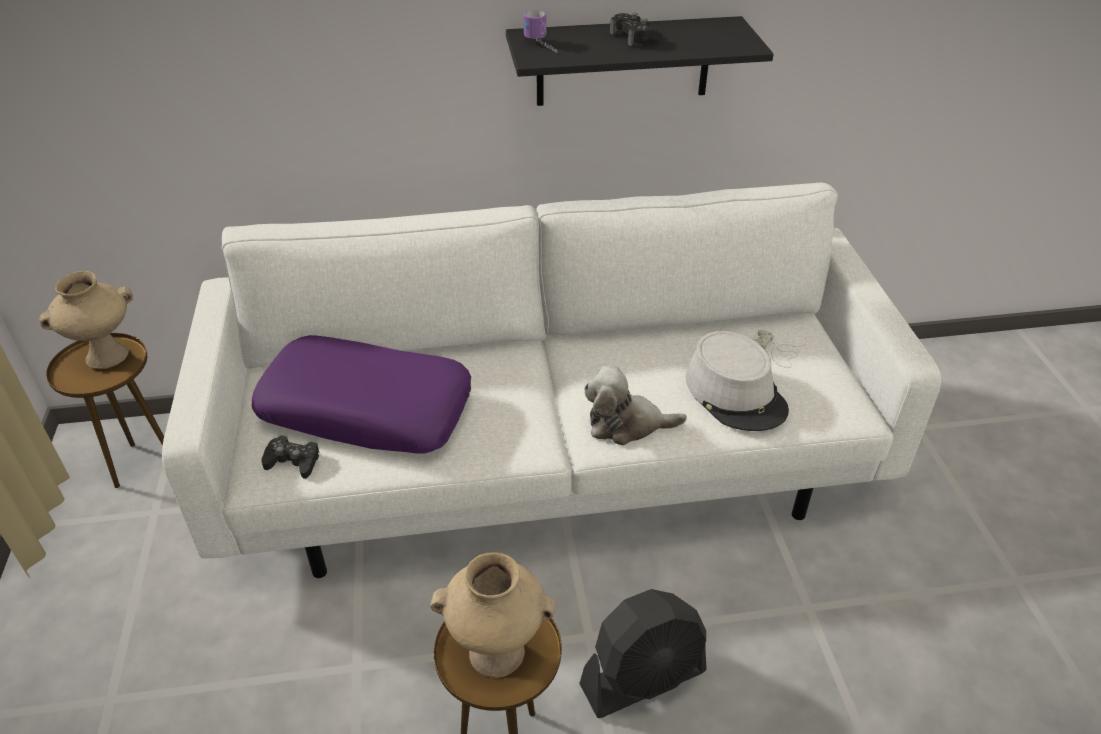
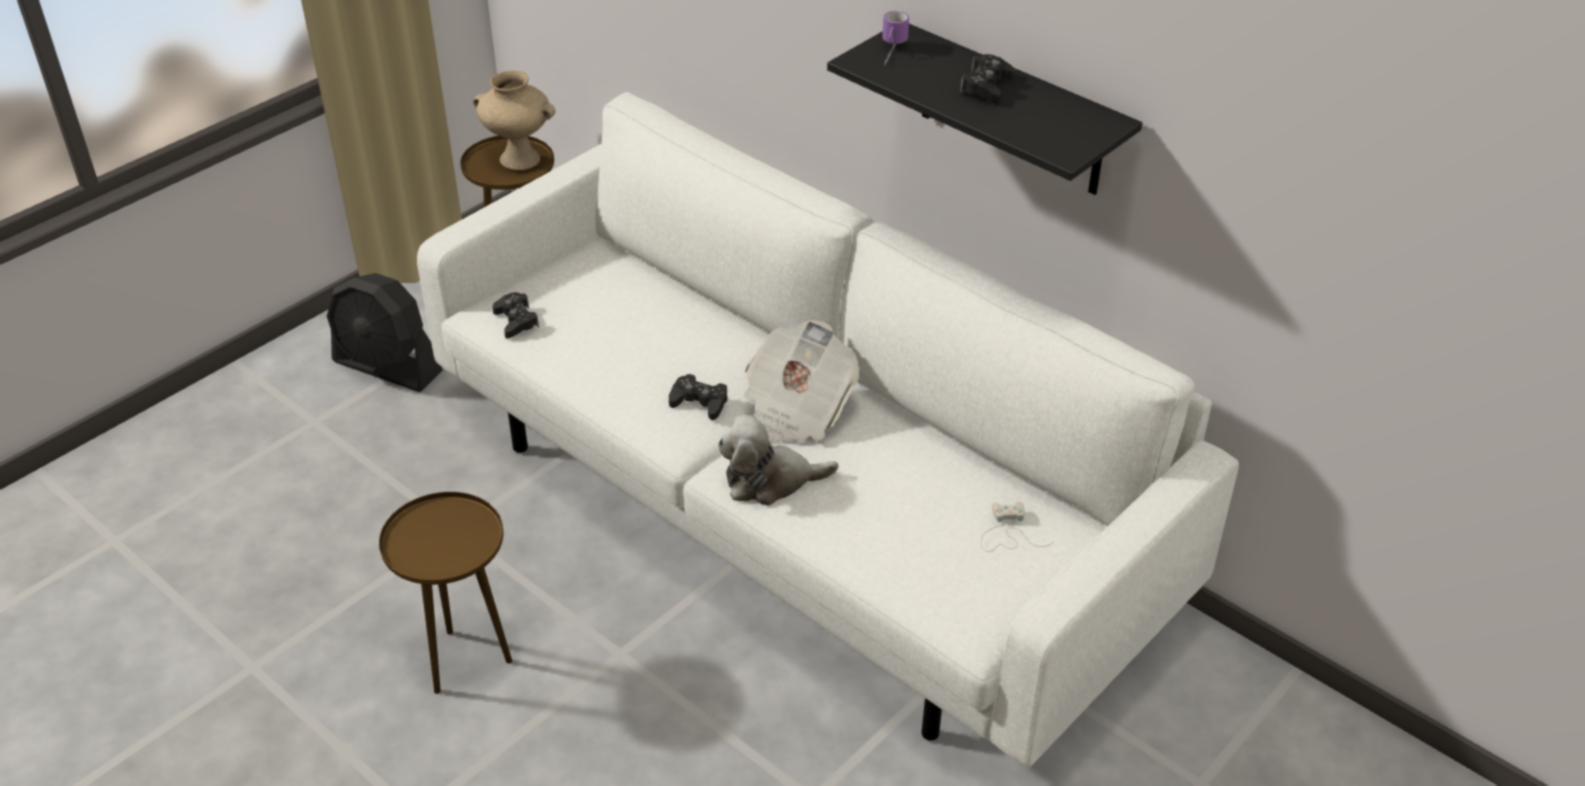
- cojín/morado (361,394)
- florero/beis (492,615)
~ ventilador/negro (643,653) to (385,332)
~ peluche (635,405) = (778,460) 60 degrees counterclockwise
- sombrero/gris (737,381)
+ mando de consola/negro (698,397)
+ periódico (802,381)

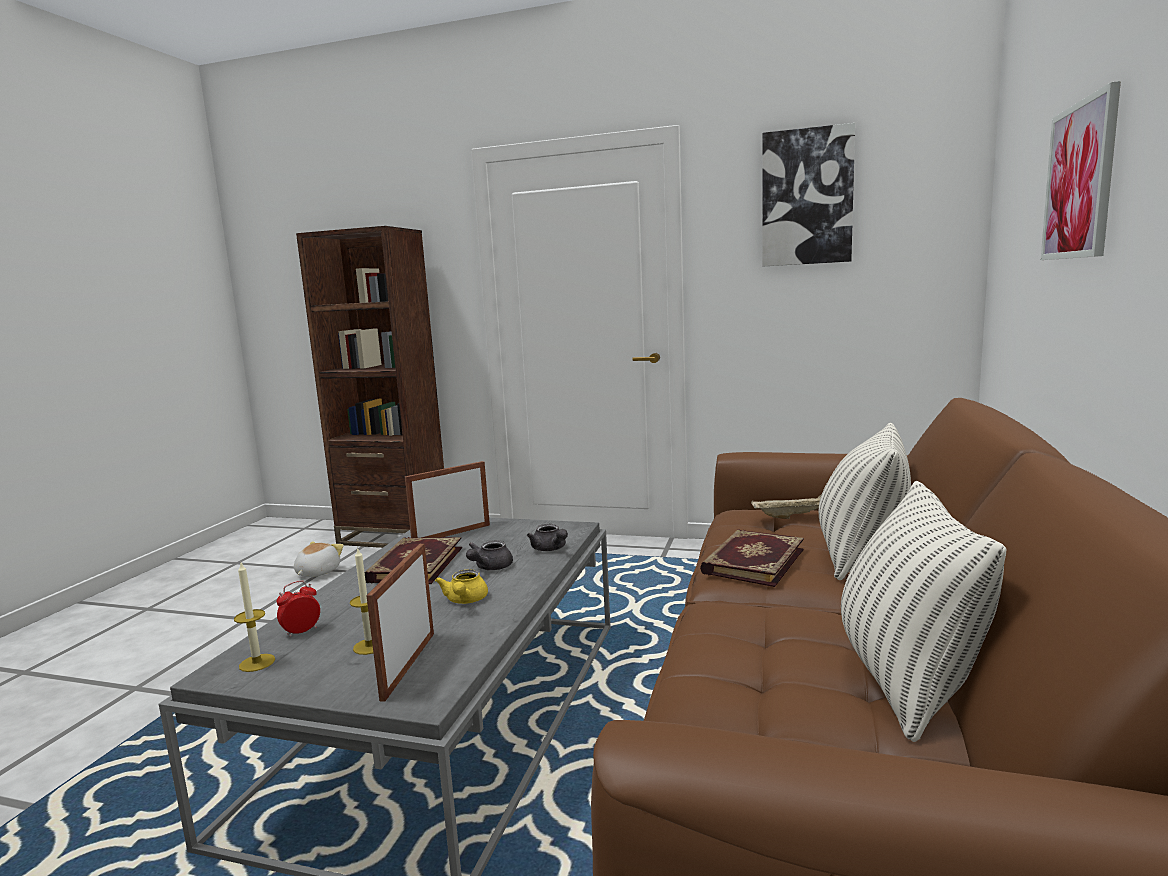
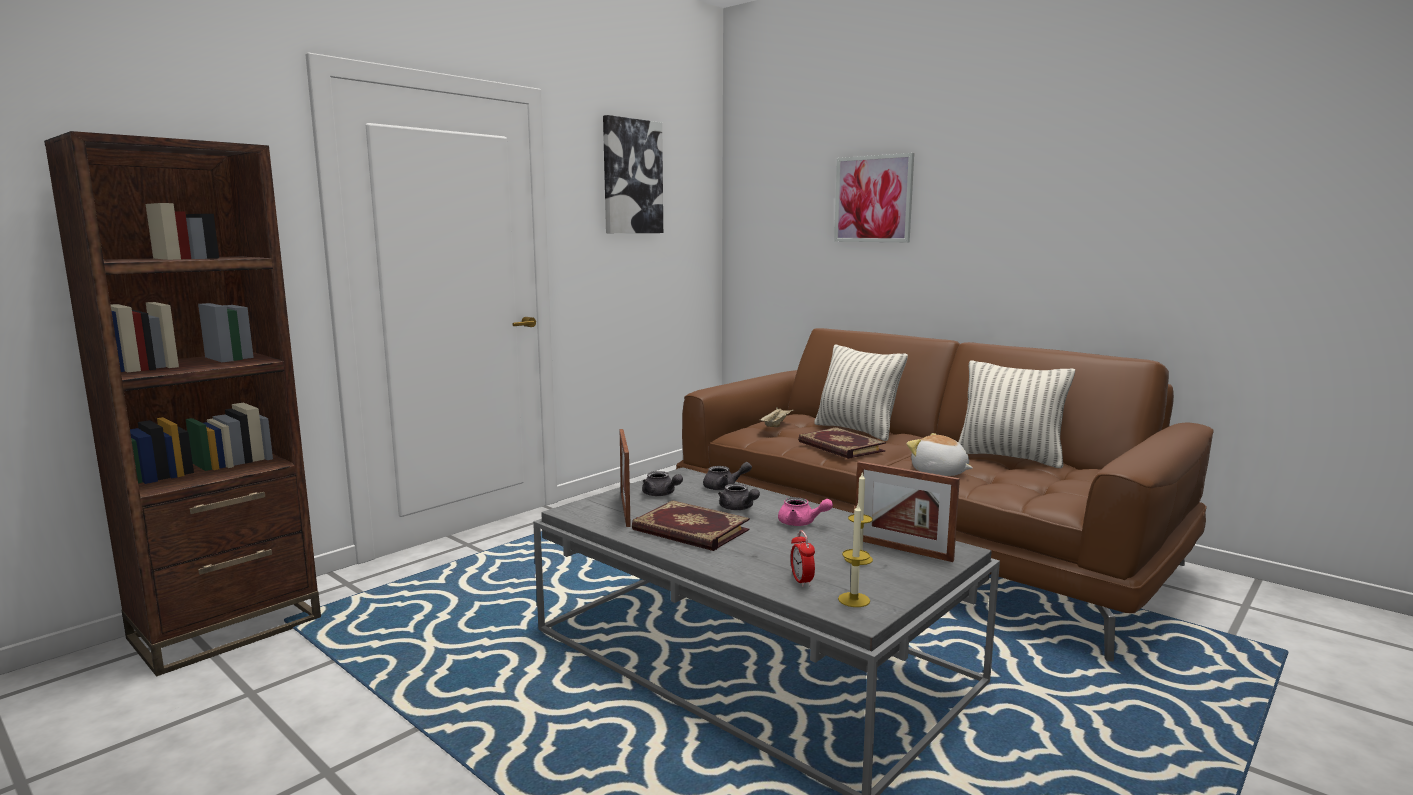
~ peluche (319,559) to (940,454)
~ tetera/amarillo (461,586) to tetera/rosa (805,511)
+ tetera/gris (662,483)

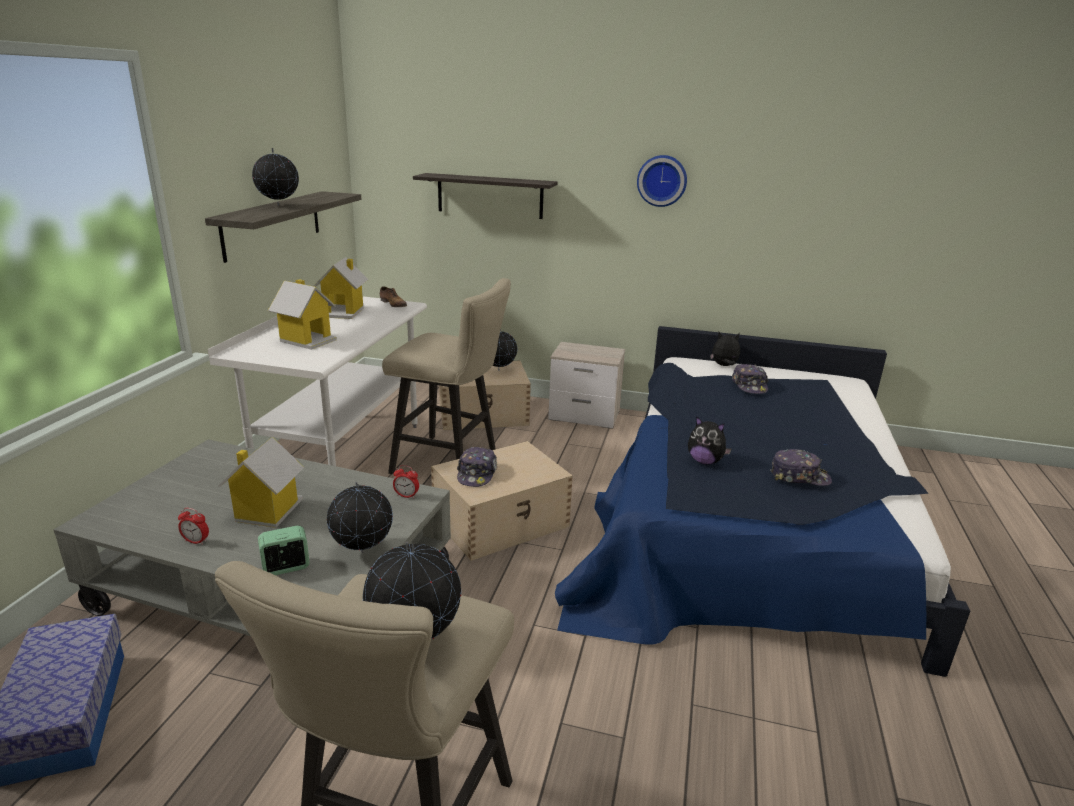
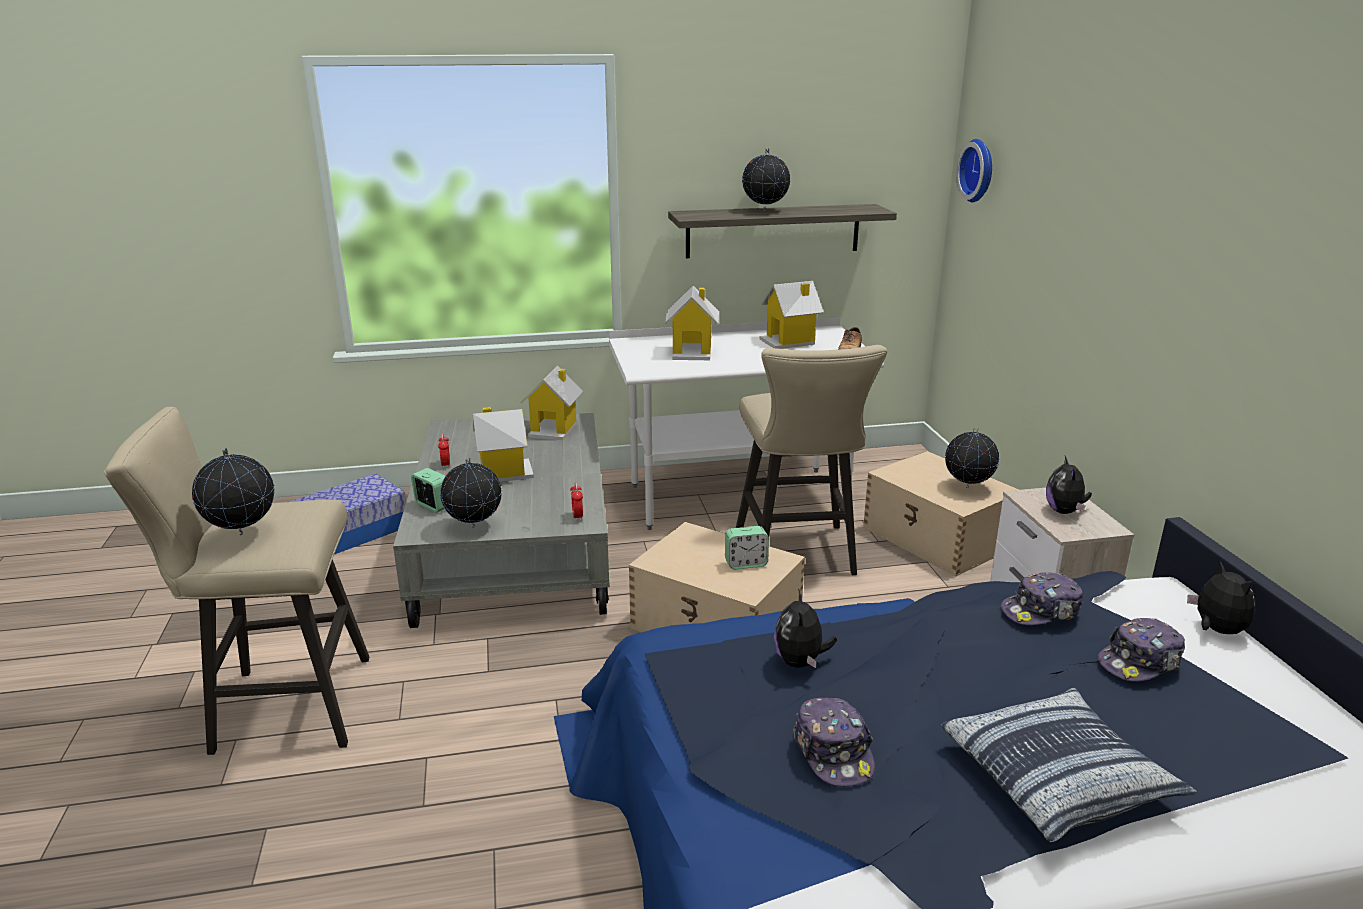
- estante (485,196)
~ gorra (477,467) to (1042,598)
~ reloj de pared (662,181) to (974,170)
+ casita (551,403)
+ despertador (747,547)
+ cojín (1069,765)
+ peluche (1069,485)

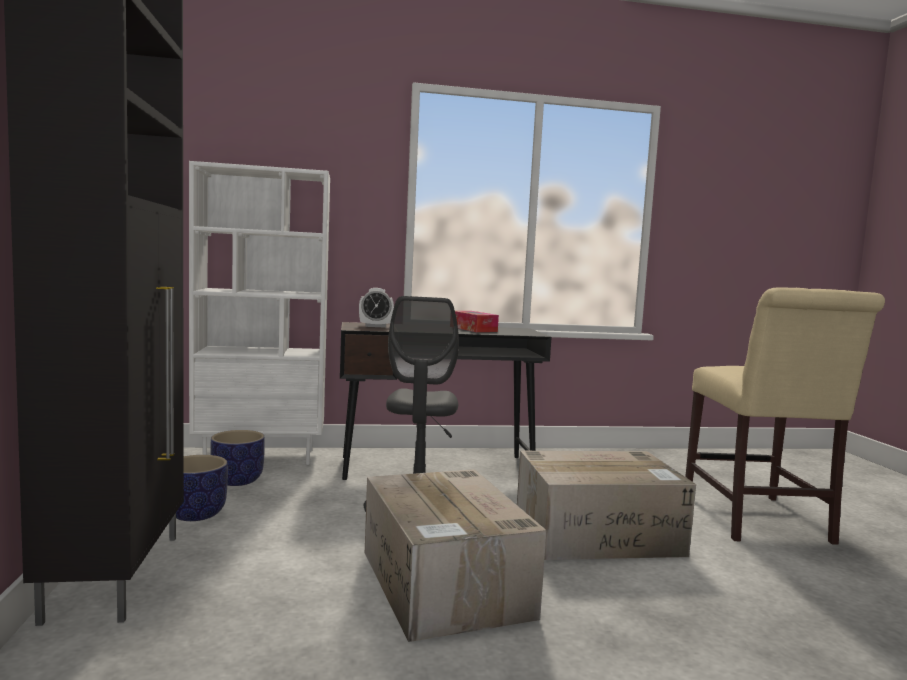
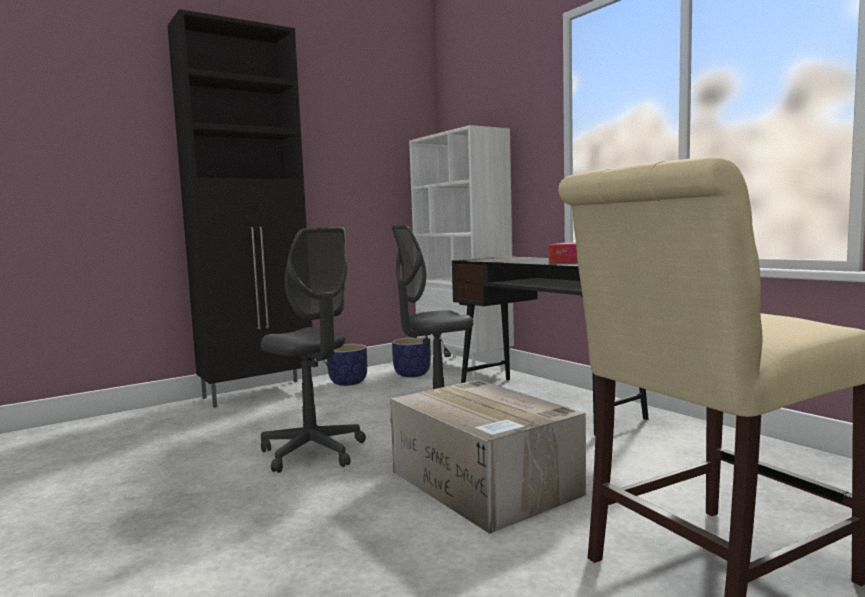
- despertador (376,308)
~ caja de cartón (455,555) to silla de oficina/gris (313,350)

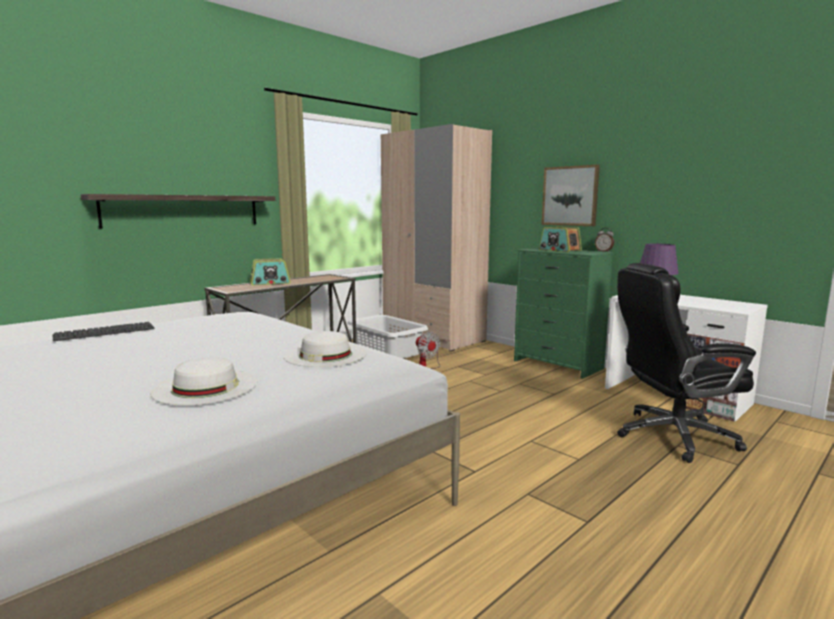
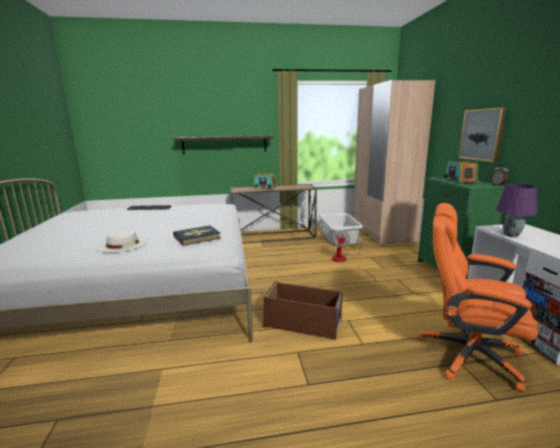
~ sombrero/blanco (325,349) to libro (197,235)
~ silla de oficina/negro (686,363) to silla de oficina/naranja (478,297)
+ caja de almacenaje/marrón (302,310)

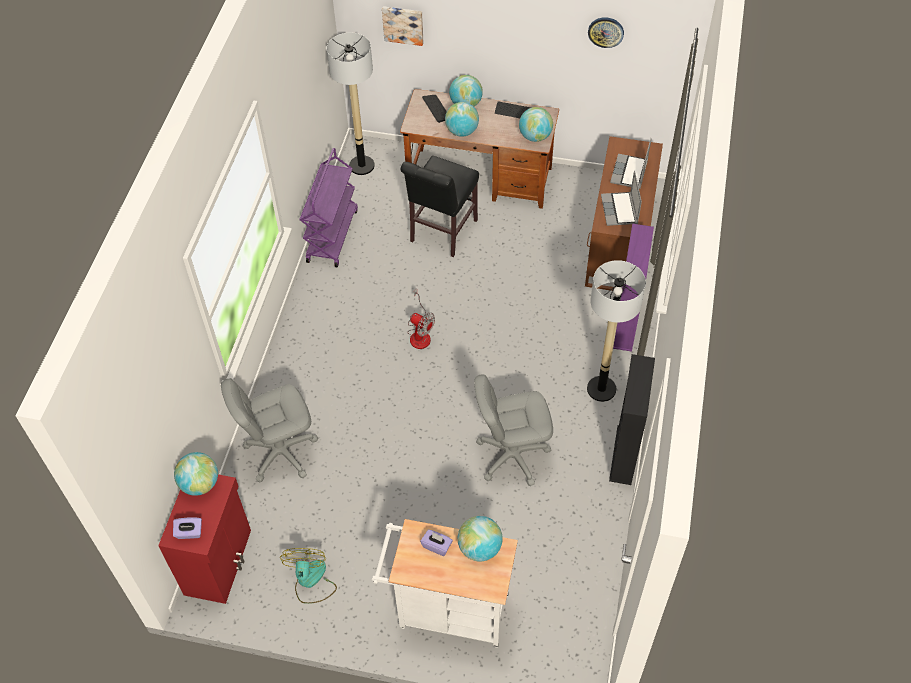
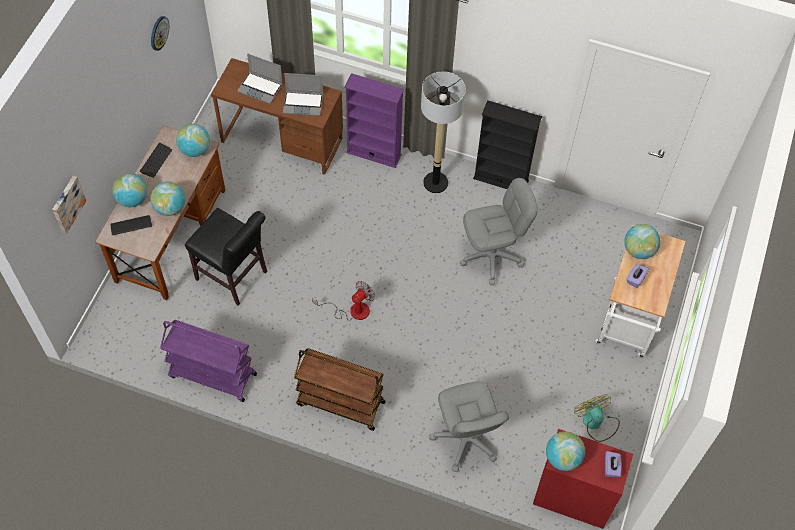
~ ventilador (308,576) = (597,418) 60 degrees clockwise
- lámpara de pie (350,104)
~ silla de oficina/gris (513,430) = (499,231) 105 degrees counterclockwise
+ carrito/marrón (340,389)

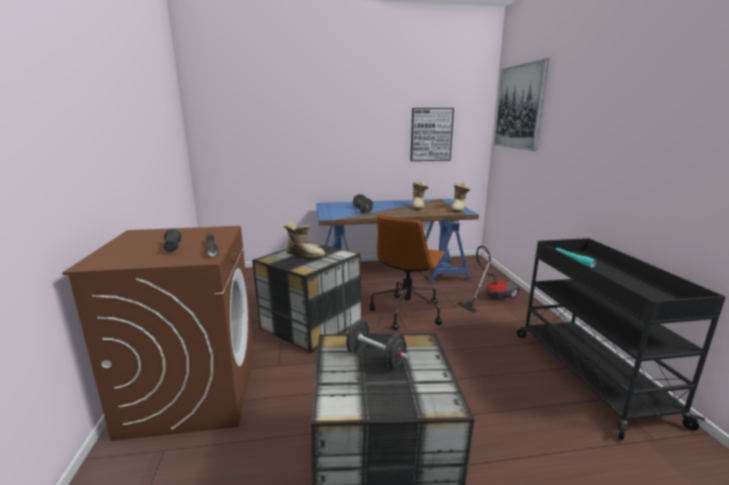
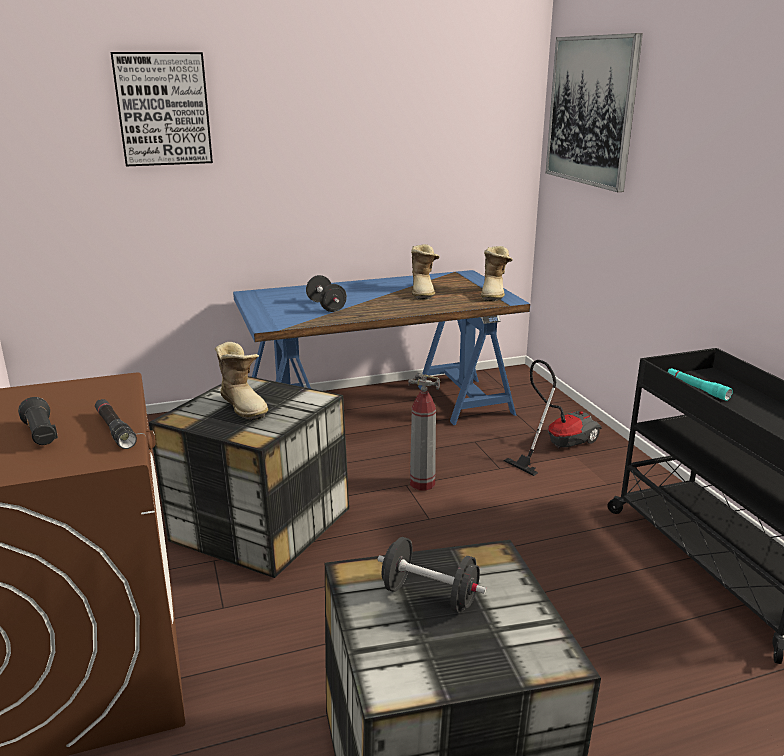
~ bota (304,240) = (241,381) 45 degrees clockwise
~ silla de oficina/marrón (407,272) to extintor (424,432)
~ cuadro (432,134) to (161,109)

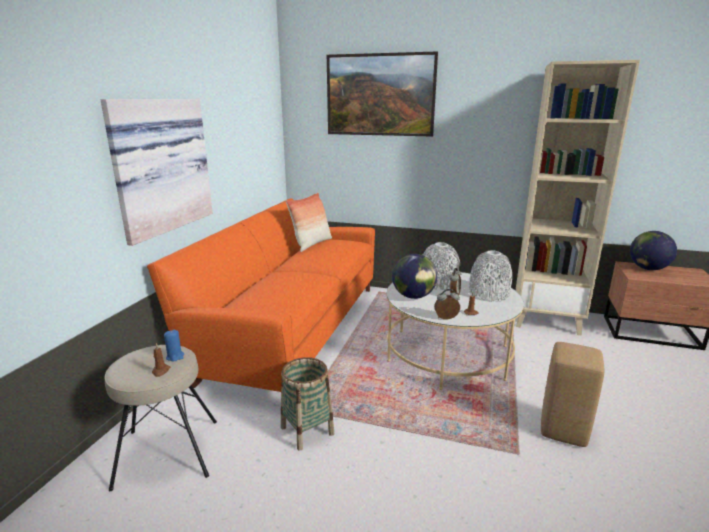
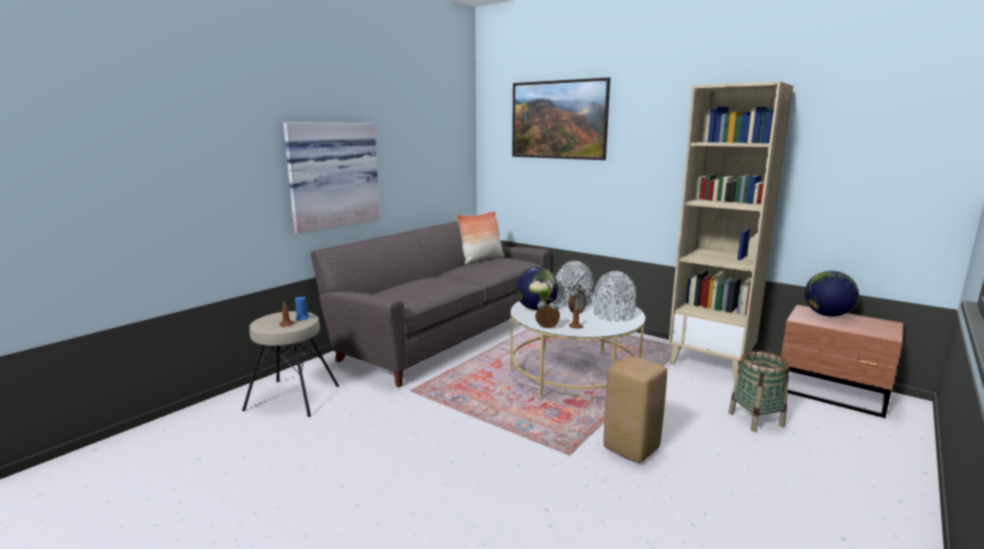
~ sofá/naranja (261,295) to sofá/gris (431,304)
~ cesta (307,403) to (758,391)

